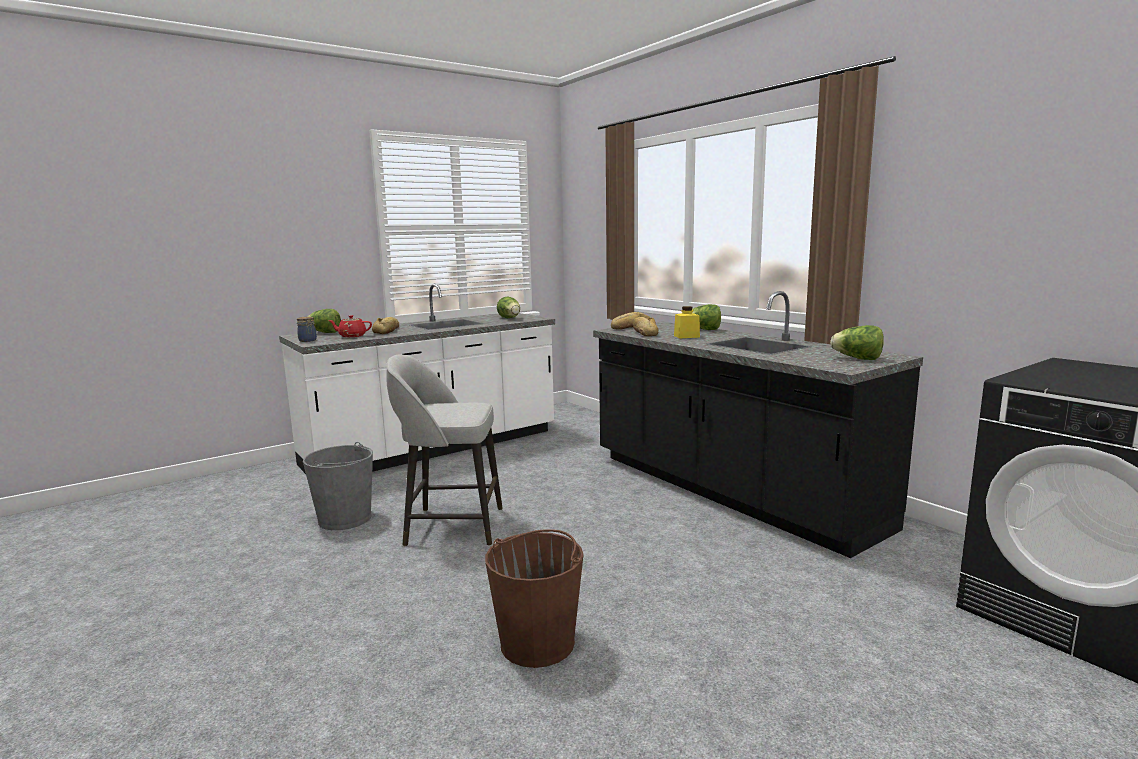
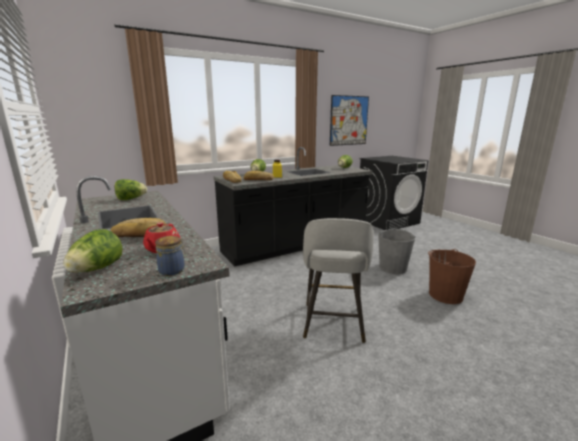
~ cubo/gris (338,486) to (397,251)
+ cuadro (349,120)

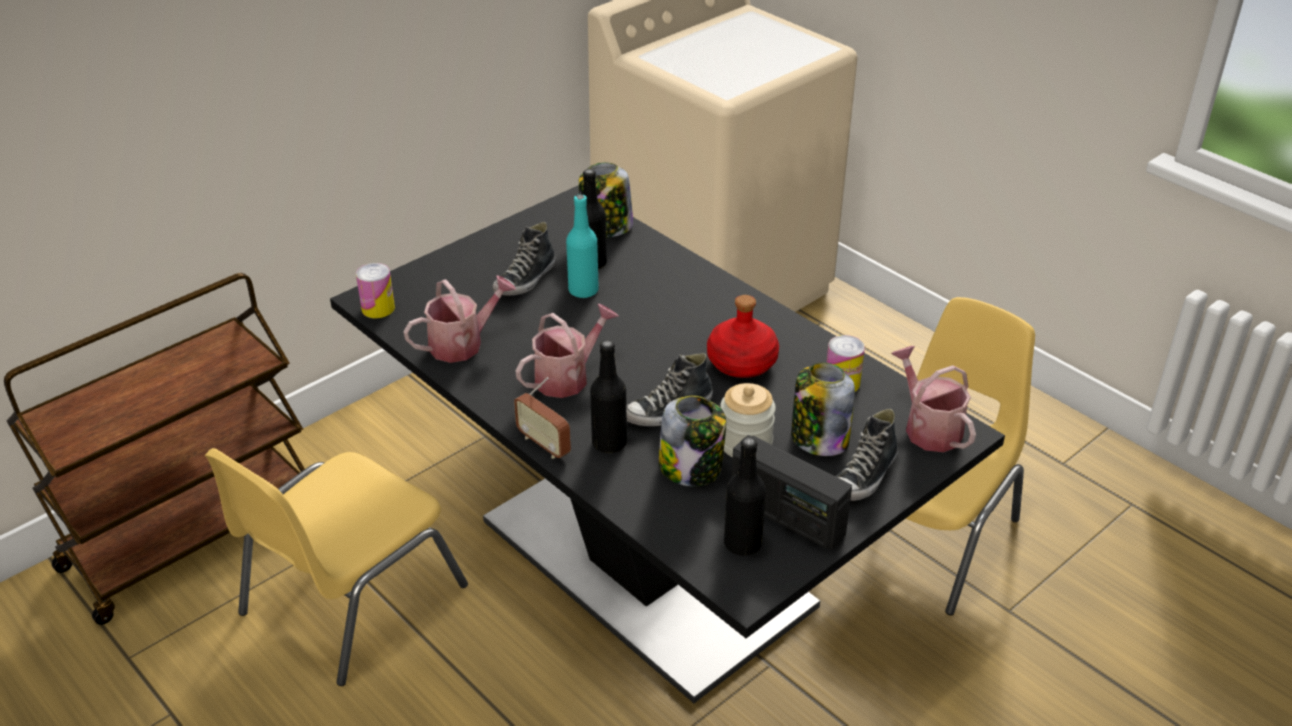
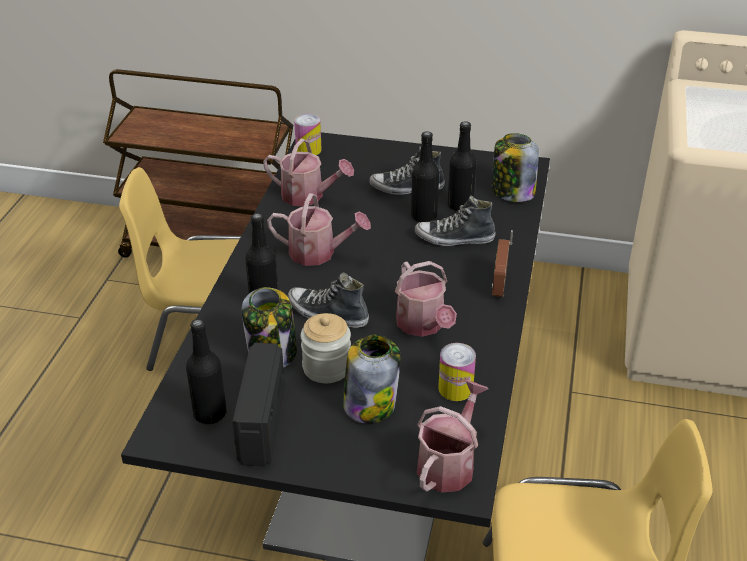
~ radio (542,418) to (502,263)
~ botella/turquesa (582,246) to botella/negro (425,176)
~ botella/rojo (743,336) to regadera (426,299)
~ zapato (867,454) to (455,221)

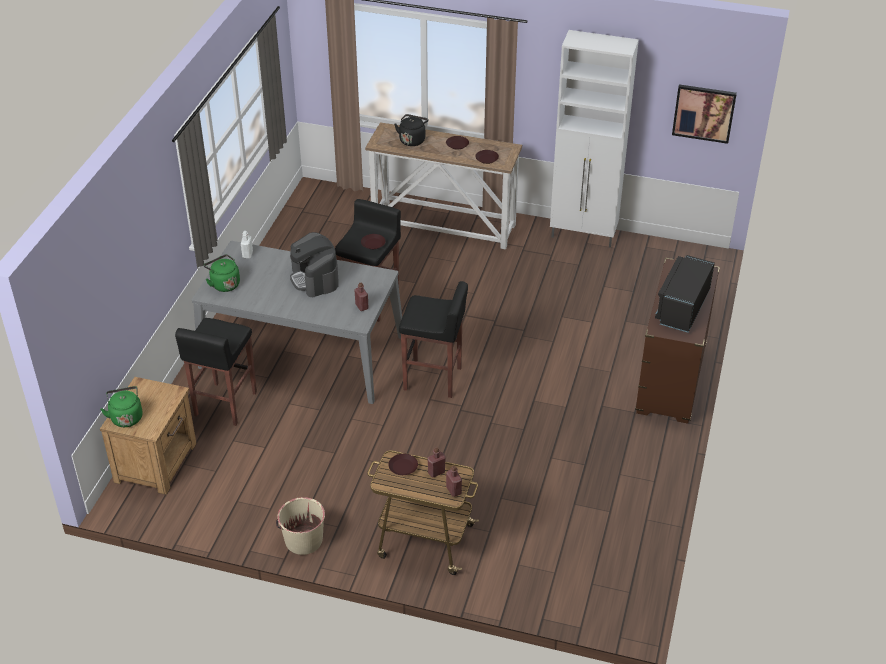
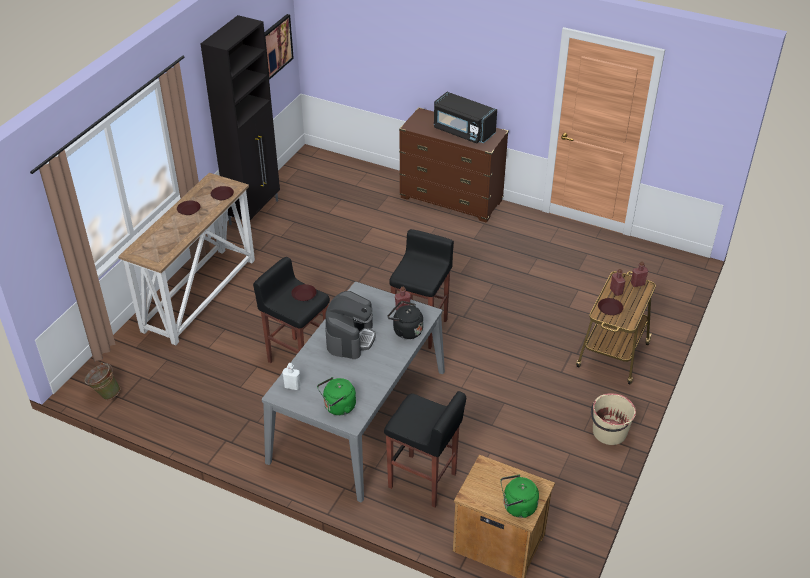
~ cafetera (314,264) = (350,325) 60 degrees counterclockwise
~ hervidor/negro (411,130) to (405,320)
~ armario/blanco (594,139) to armario/negro (240,120)
+ cubo/verde (103,381)

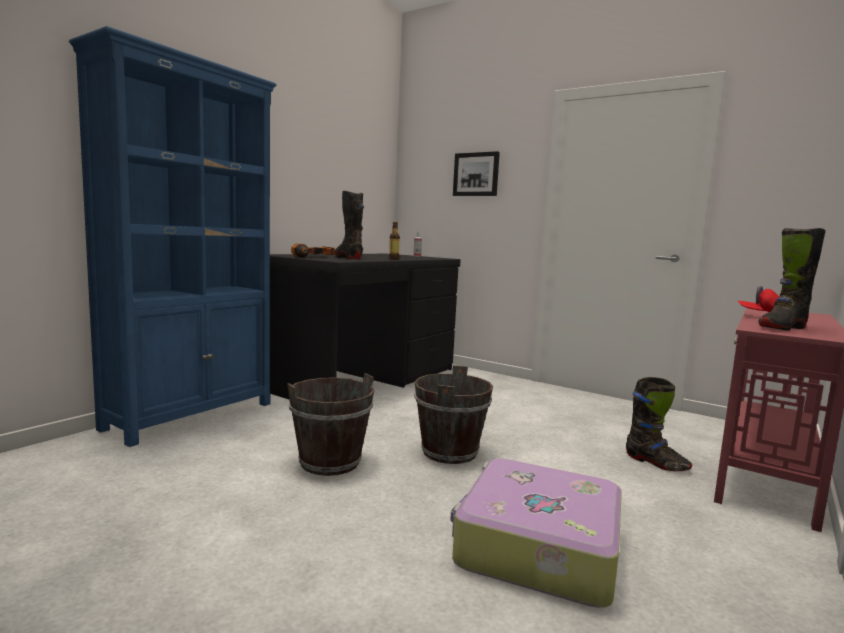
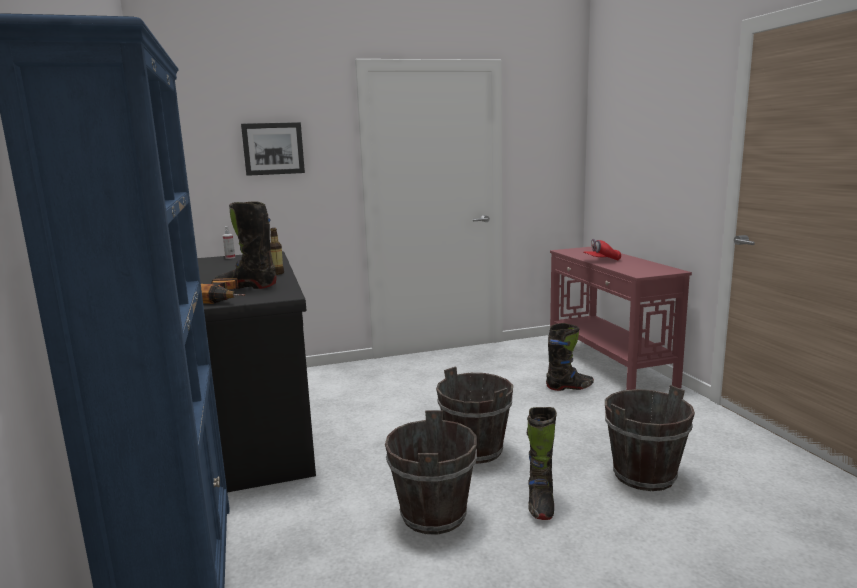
~ maleta (536,533) to cubo/marrón (650,438)
~ bota/negro (792,279) to (542,463)

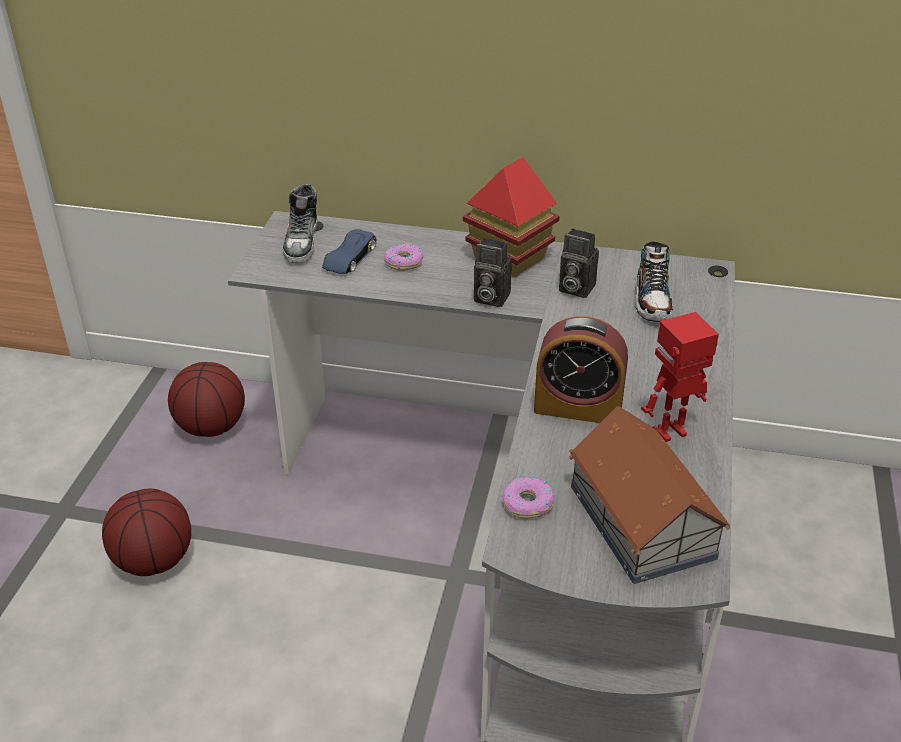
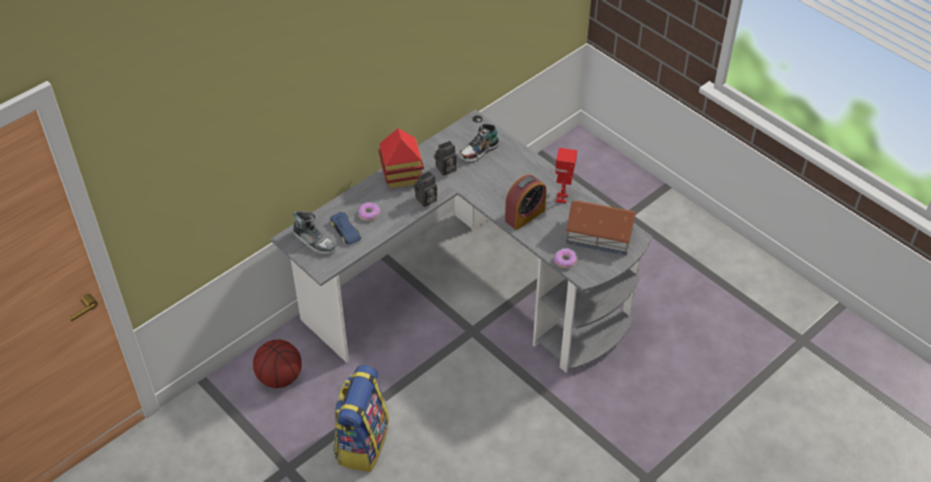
~ balón de baloncesto (146,532) to mochila (361,418)
~ zapato (654,281) = (479,143) 105 degrees clockwise

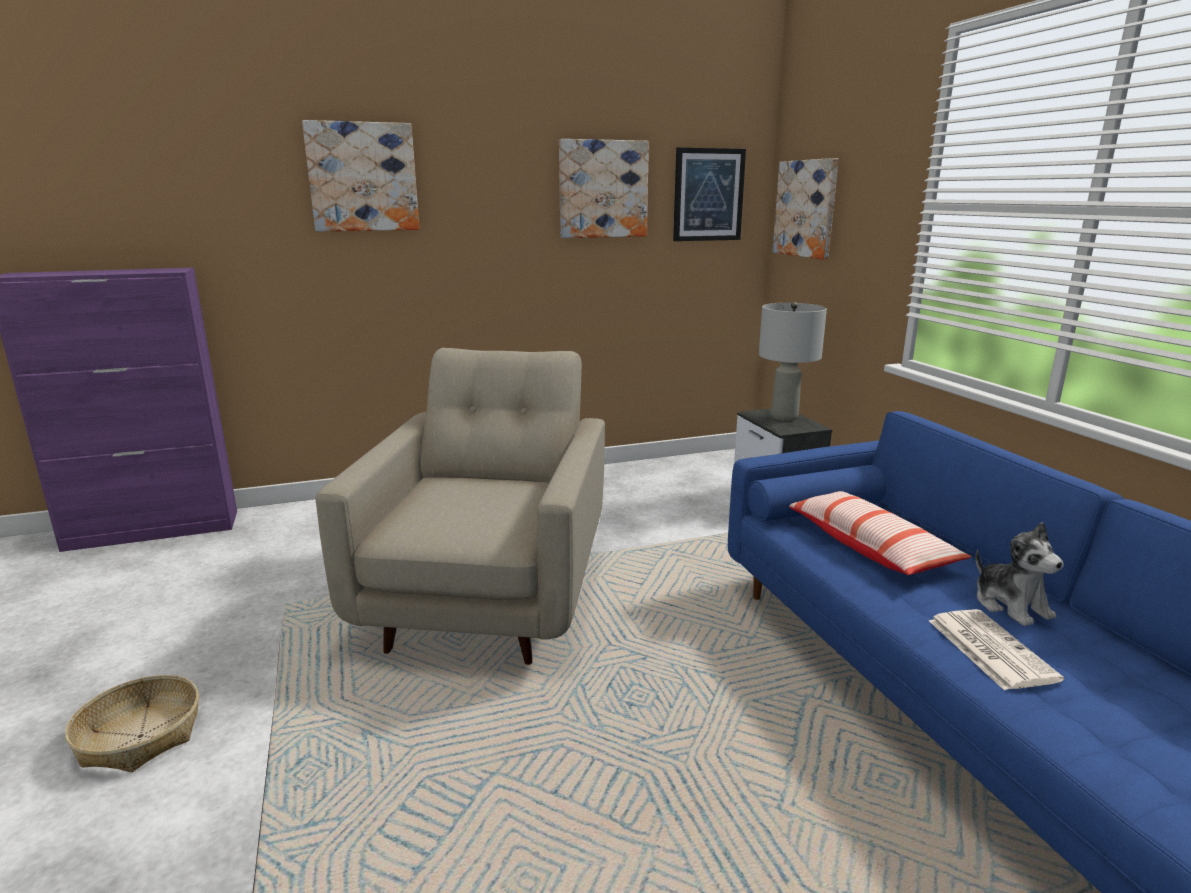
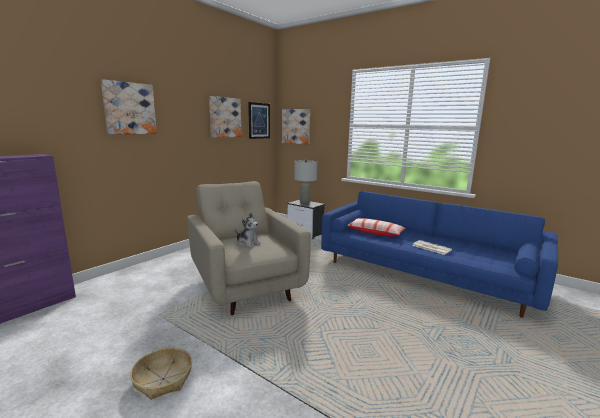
~ peluche (1019,574) to (248,230)

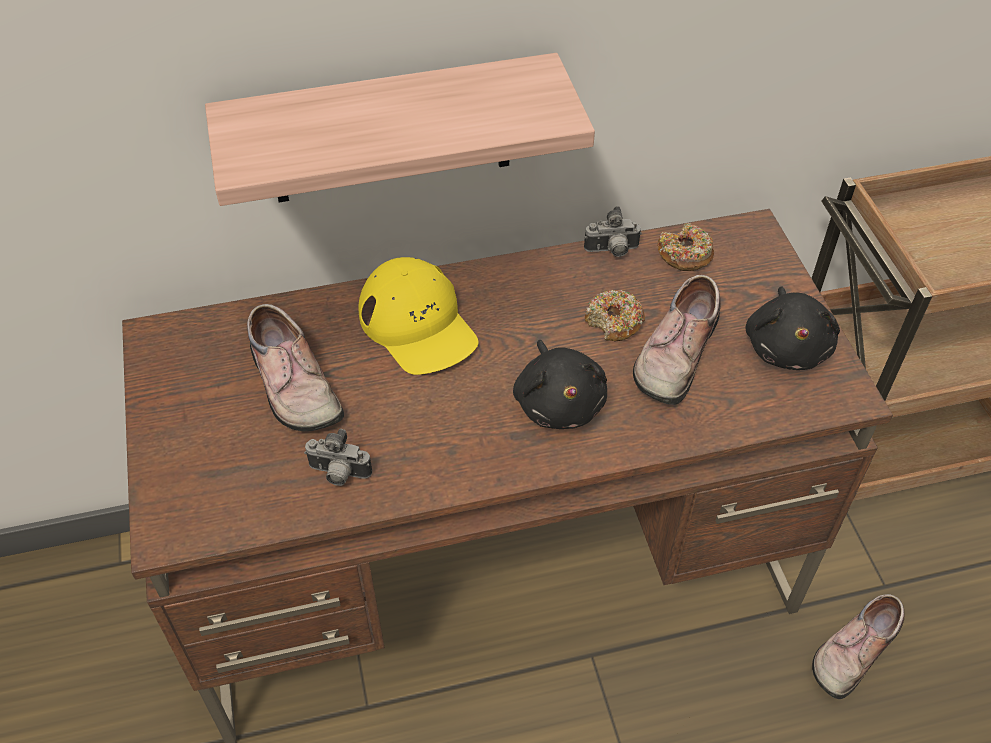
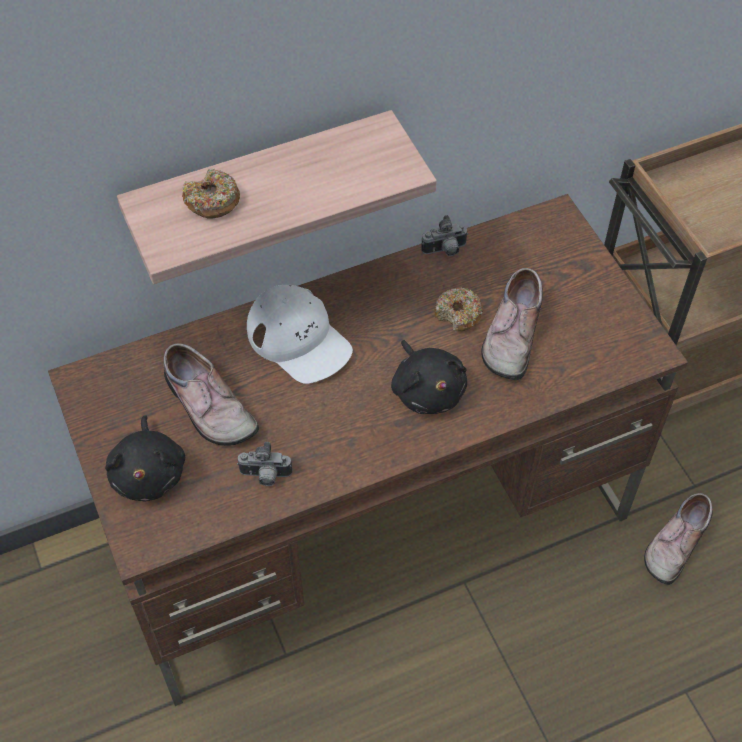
~ gorra/amarillo (418,316) to gorra/blanco (300,334)
~ rosquilla (685,247) to (211,193)
~ peluche/negro (792,328) to (145,458)

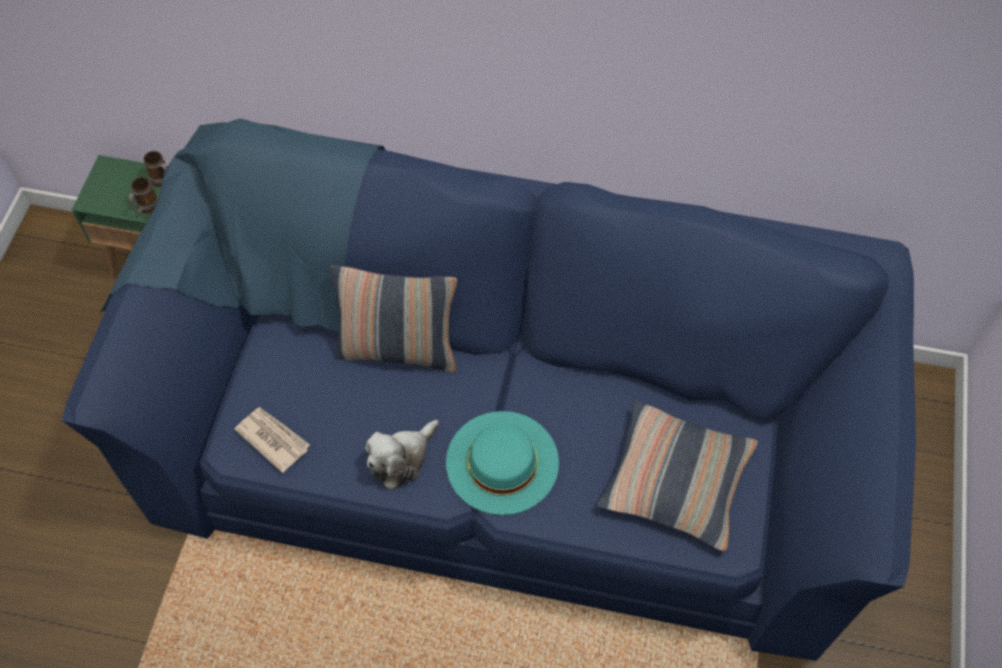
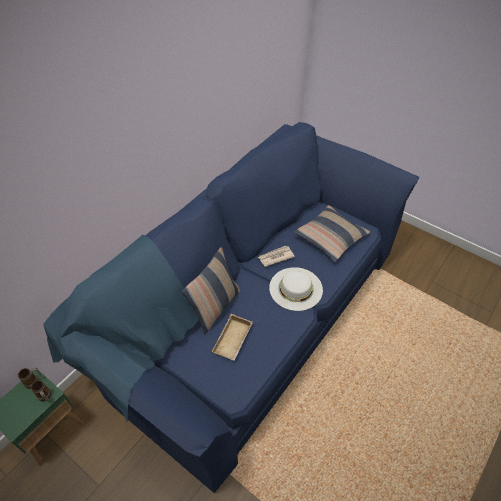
~ periódico (272,440) to (276,256)
- peluche (402,455)
~ sombrero/turquesa (502,463) to sombrero/blanco (296,289)
+ bandeja/beis (232,337)

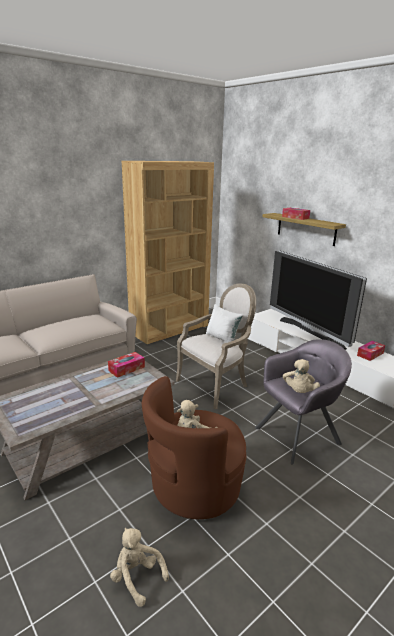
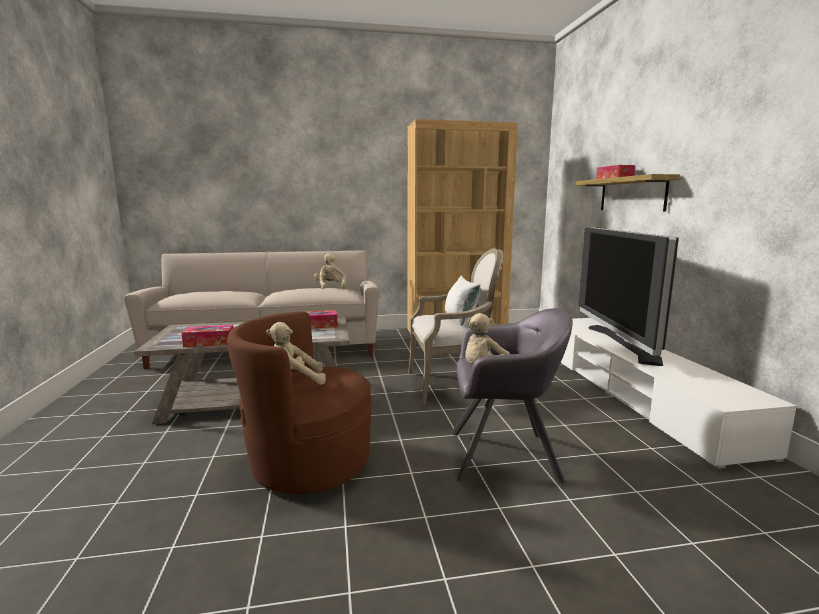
~ peluche/beis (139,567) to (330,271)
~ caja de pañuelos (371,351) to (207,336)

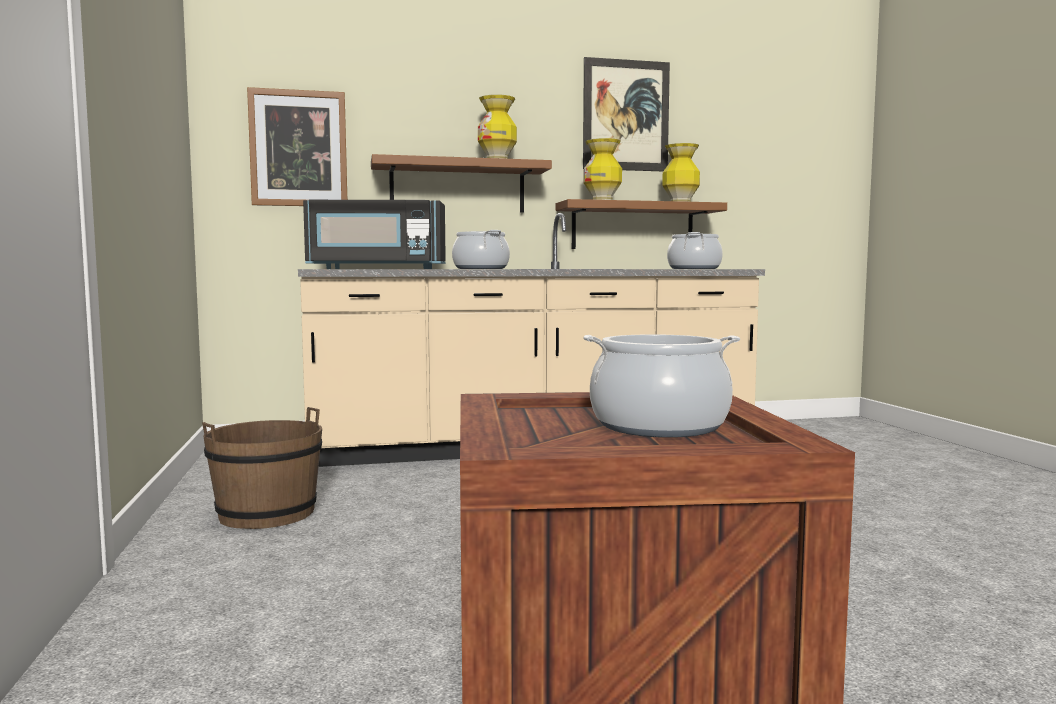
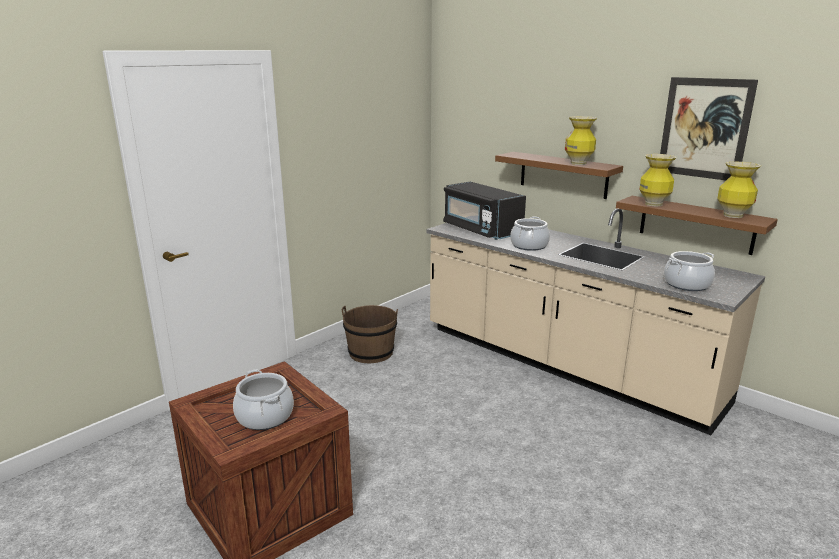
- cuadro (297,146)

